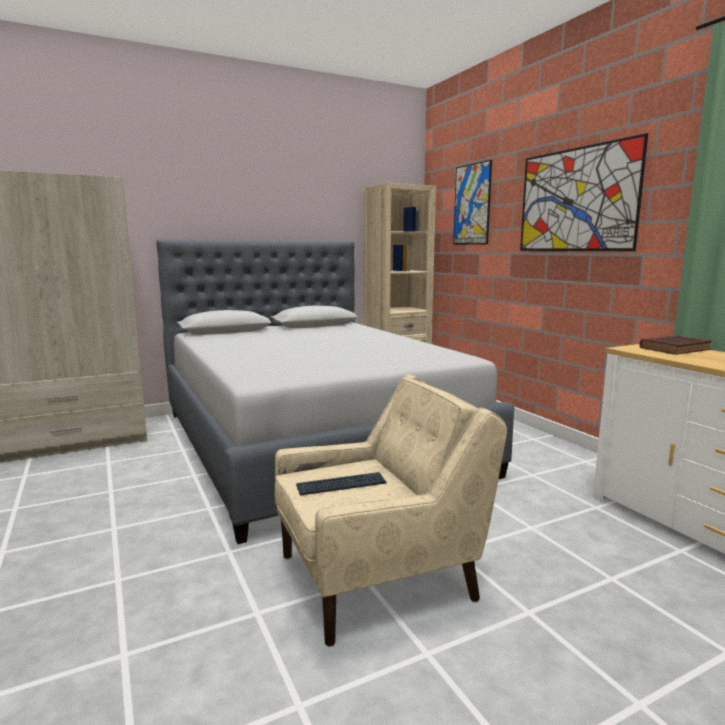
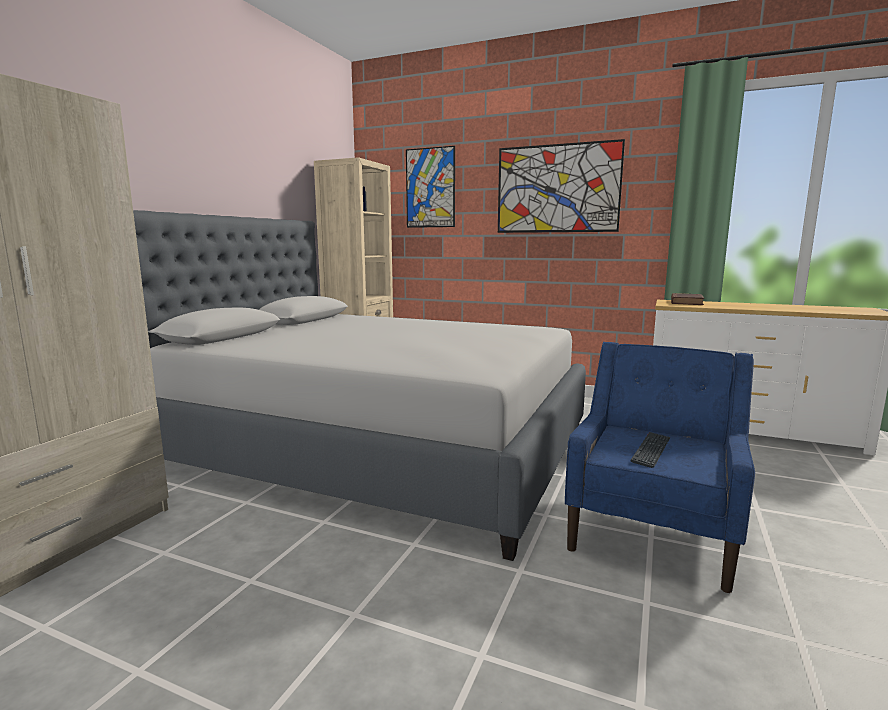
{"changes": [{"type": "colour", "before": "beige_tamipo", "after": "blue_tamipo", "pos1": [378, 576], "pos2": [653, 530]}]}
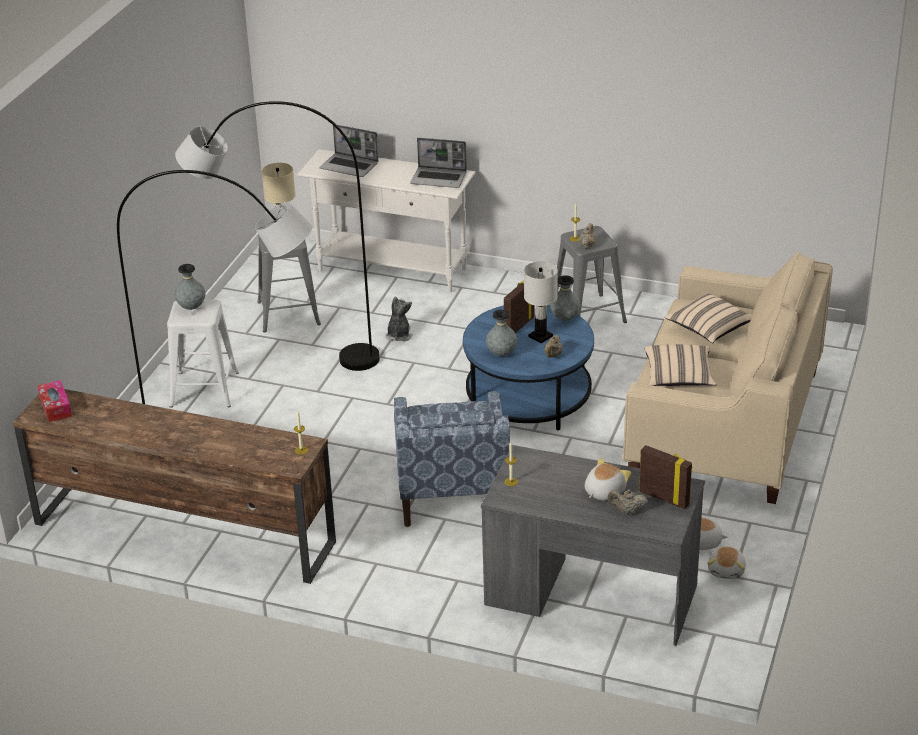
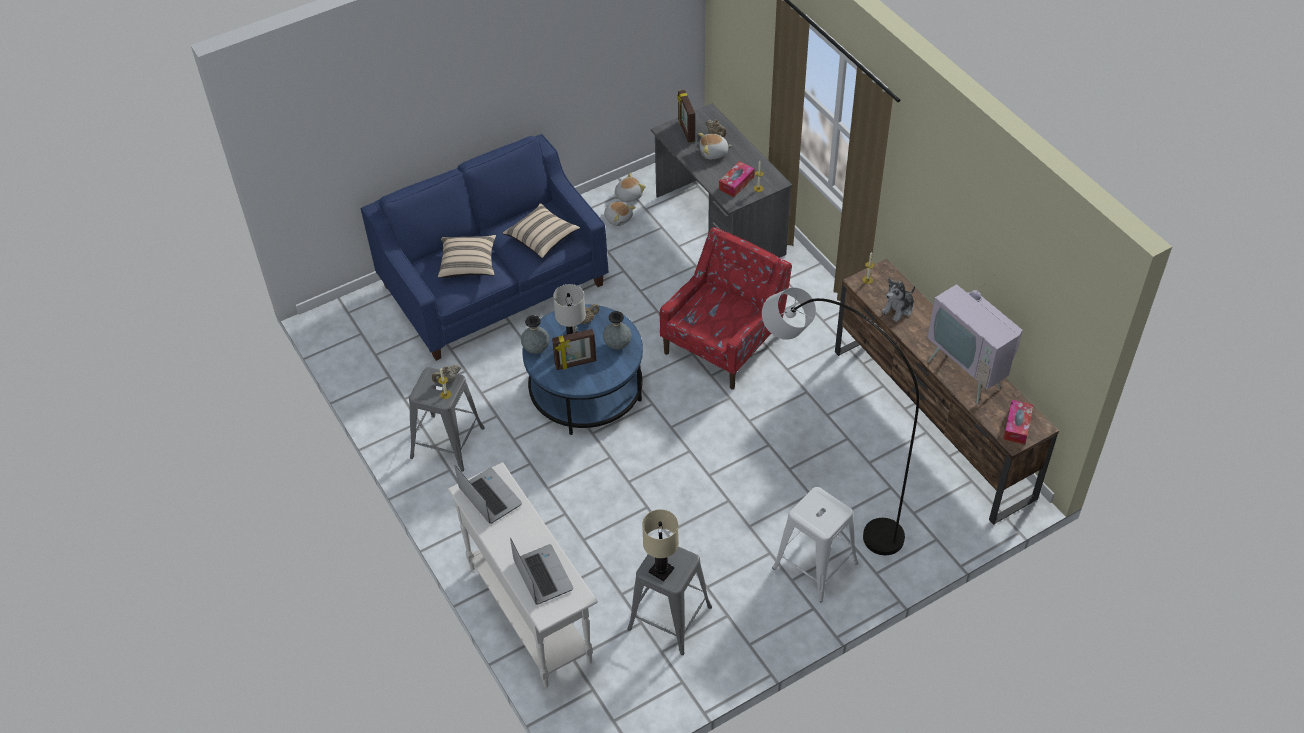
{"changes": [{"type": "colour", "before": "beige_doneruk", "after": "blue_doneruk", "pos1": [725, 423], "pos2": [493, 285]}, {"type": "colour", "before": "blue_tamipo", "after": "red_tamipo", "pos1": [452, 492], "pos2": [724, 343]}, {"type": "appeared", "after": "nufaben", "pos2": [736, 183]}, {"type": "relocated", "before": "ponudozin", "pos1": [399, 335], "pos2": [898, 309]}, {"type": "appeared", "after": "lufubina", "pos2": [969, 371]}, {"type": "missing", "before": "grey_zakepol", "pos1": [191, 307]}, {"type": "missing", "before": "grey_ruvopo", "pos1": [285, 354]}]}
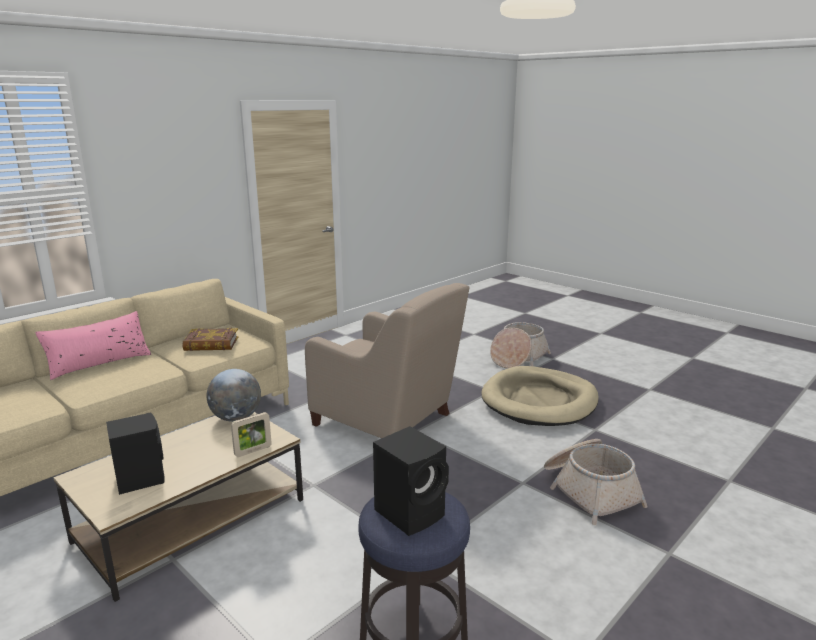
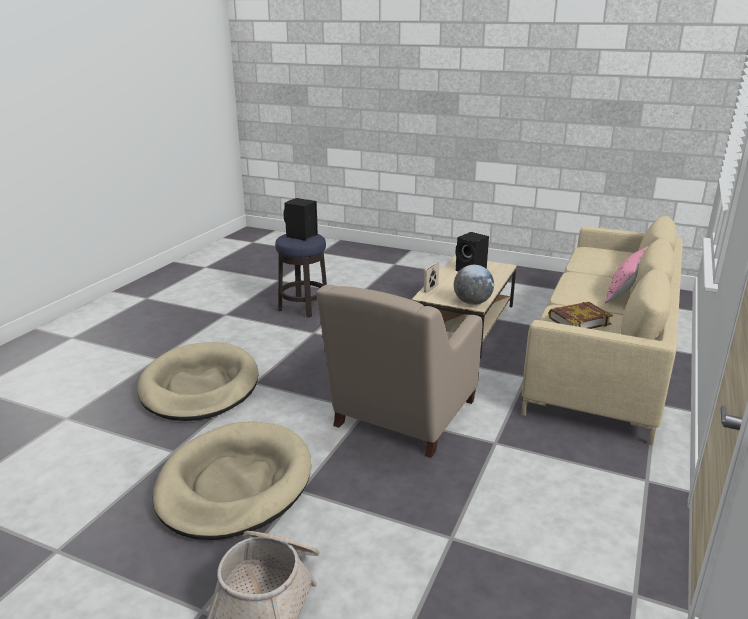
{"changes": [{"type": "exchanged", "before": "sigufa", "after": "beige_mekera", "pos1": [589, 491], "pos2": [200, 386]}, {"type": "spun", "before": "beige_tamipo", "pos1": [386, 421], "pos2": [402, 416], "turn": -75}]}
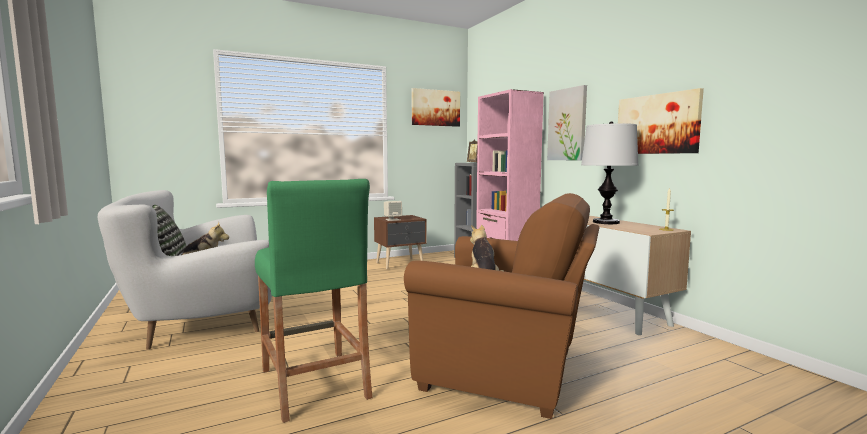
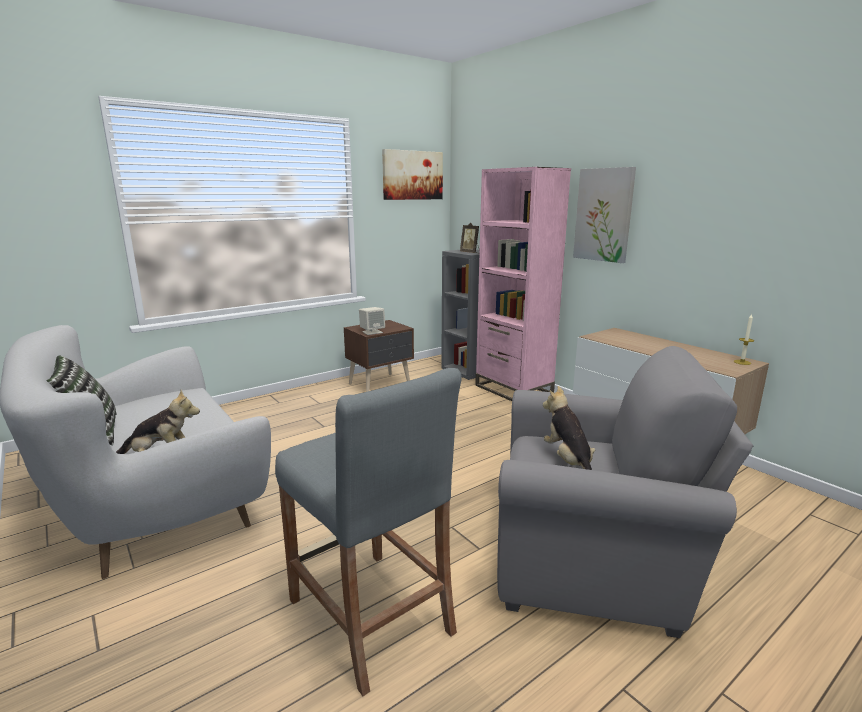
{"changes": [{"type": "colour", "before": "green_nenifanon", "after": "grey_nenifanon", "pos1": [314, 383], "pos2": [370, 615]}, {"type": "colour", "before": "brown_tamipo", "after": "grey_tamipo", "pos1": [507, 371], "pos2": [594, 562]}, {"type": "missing", "before": "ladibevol", "pos1": [605, 222]}, {"type": "missing", "before": "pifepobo", "pos1": [657, 124]}]}
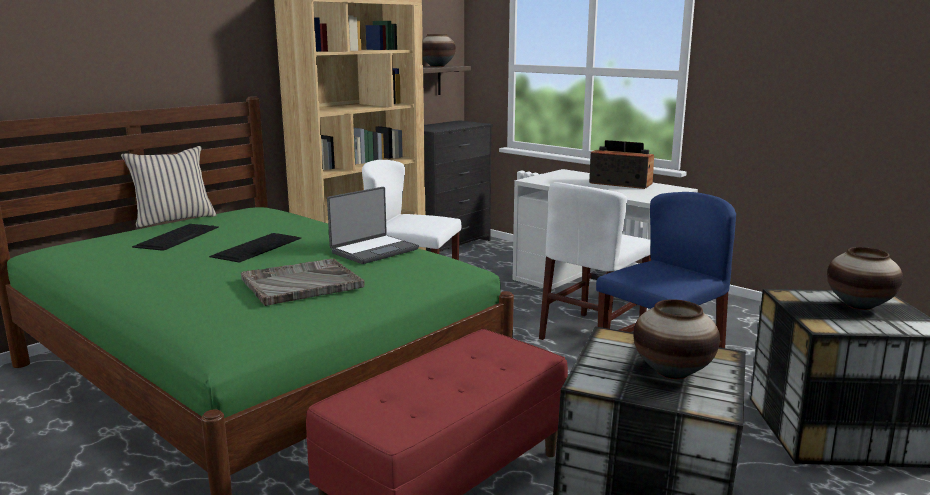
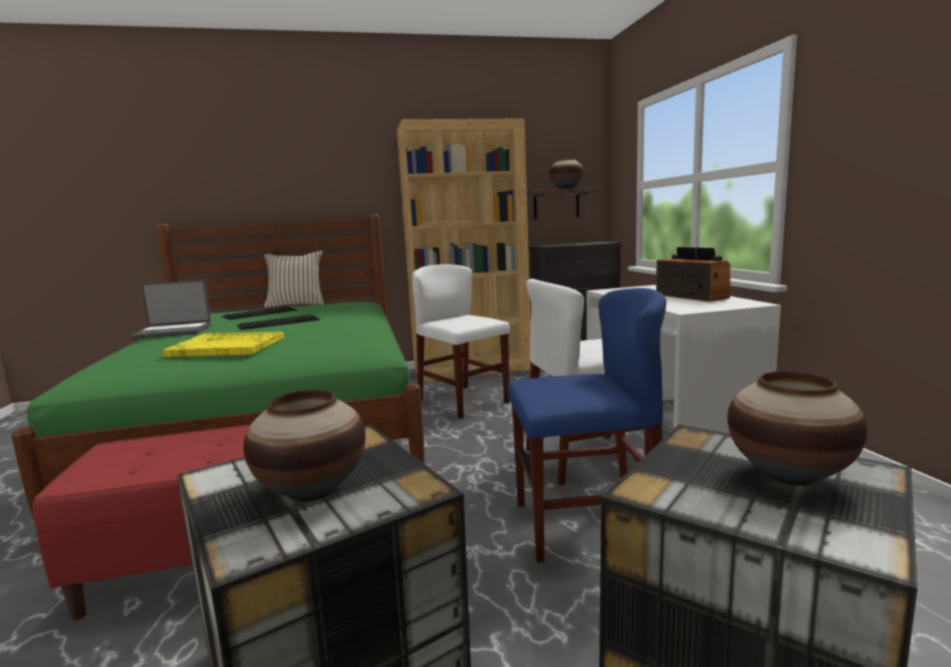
{"changes": [{"type": "relocated", "before": "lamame", "pos1": [373, 250], "pos2": [173, 331]}, {"type": "colour", "before": "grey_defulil", "after": "yellow_defulil", "pos1": [301, 284], "pos2": [226, 347]}]}
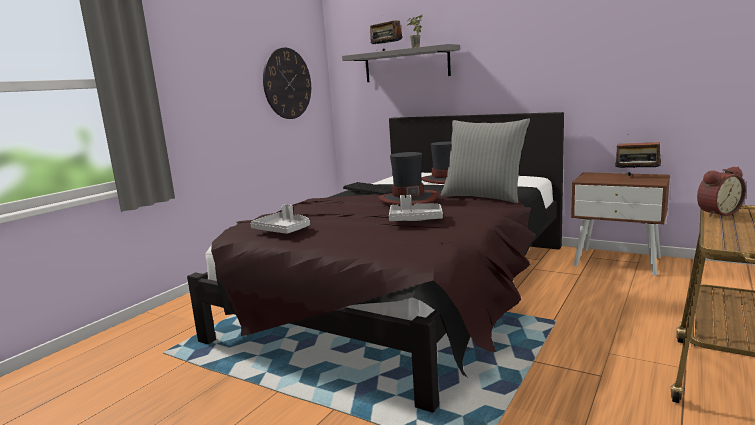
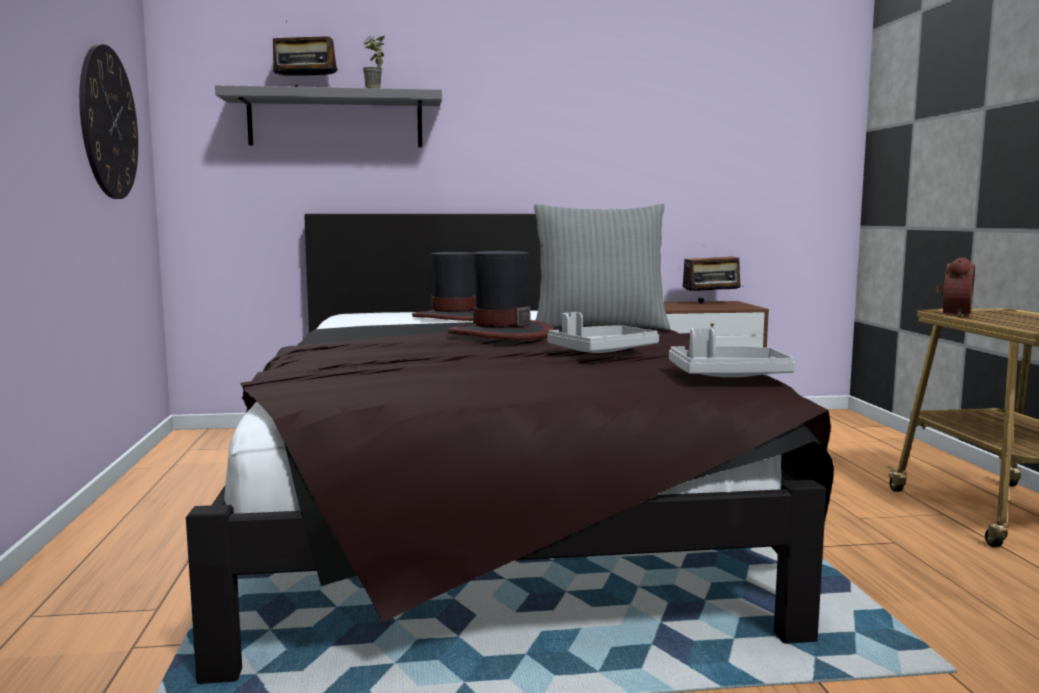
{"changes": [{"type": "relocated", "before": "grey_defulil", "pos1": [283, 230], "pos2": [727, 376]}, {"type": "missing", "before": "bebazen", "pos1": [372, 190]}]}
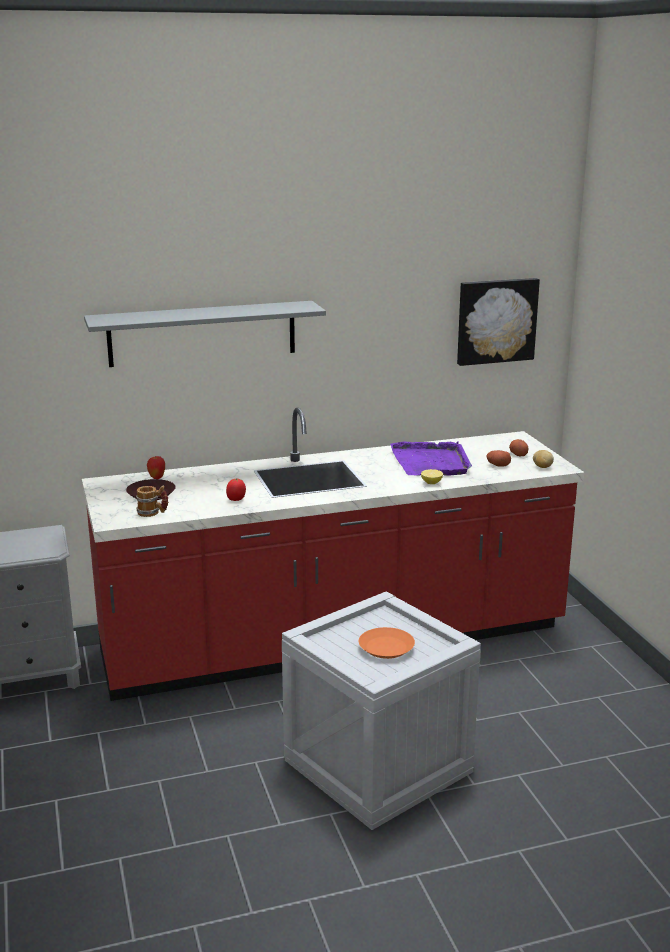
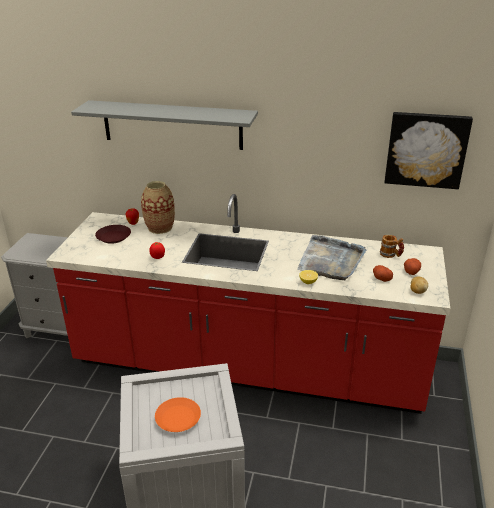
{"changes": [{"type": "appeared", "after": "zakepol", "pos2": [160, 228]}, {"type": "colour", "before": "purple_defulil", "after": "grey_defulil", "pos1": [431, 462], "pos2": [331, 260]}, {"type": "relocated", "before": "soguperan", "pos1": [152, 513], "pos2": [390, 255]}]}
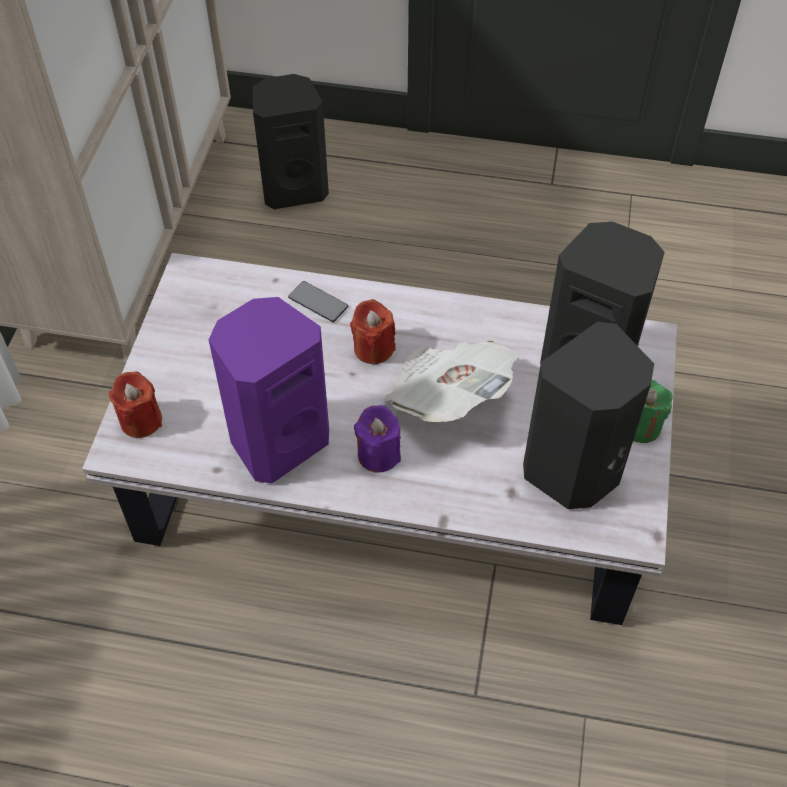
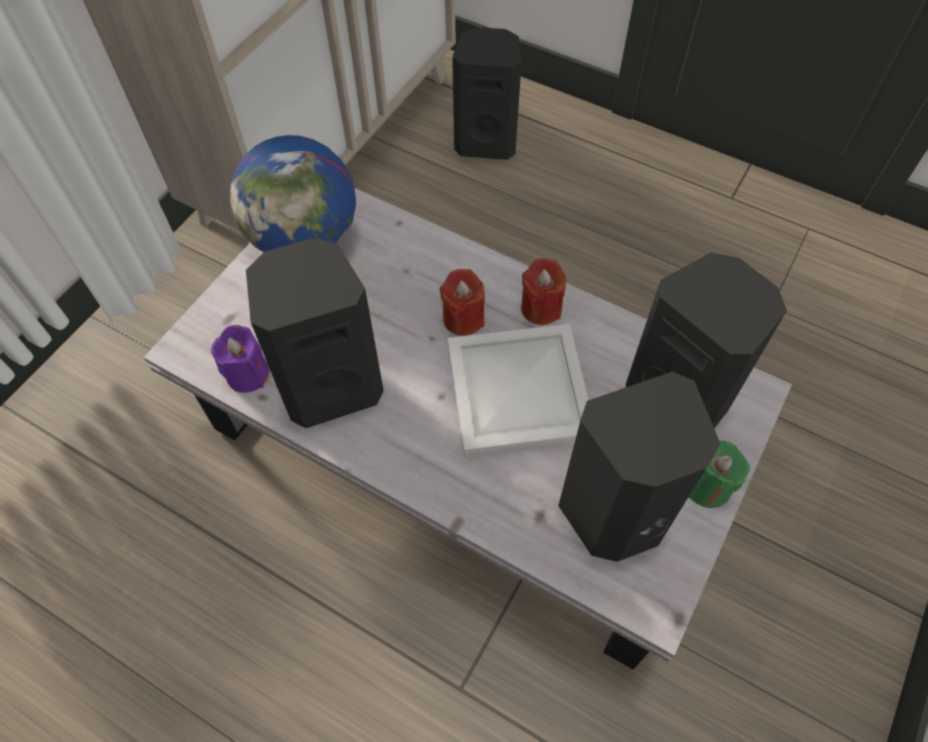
{"changes": [{"type": "relocated", "before": "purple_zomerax", "pos1": [378, 454], "pos2": [247, 374]}, {"type": "appeared", "after": "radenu", "pos2": [305, 239]}, {"type": "colour", "before": "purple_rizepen", "after": "black_rizepen", "pos1": [277, 441], "pos2": [331, 385]}, {"type": "exchanged", "before": "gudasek", "after": "white_defulil", "pos1": [447, 397], "pos2": [516, 391]}, {"type": "relocated", "before": "red_zomerax", "pos1": [141, 420], "pos2": [541, 308]}, {"type": "missing", "before": "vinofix", "pos1": [318, 302]}]}
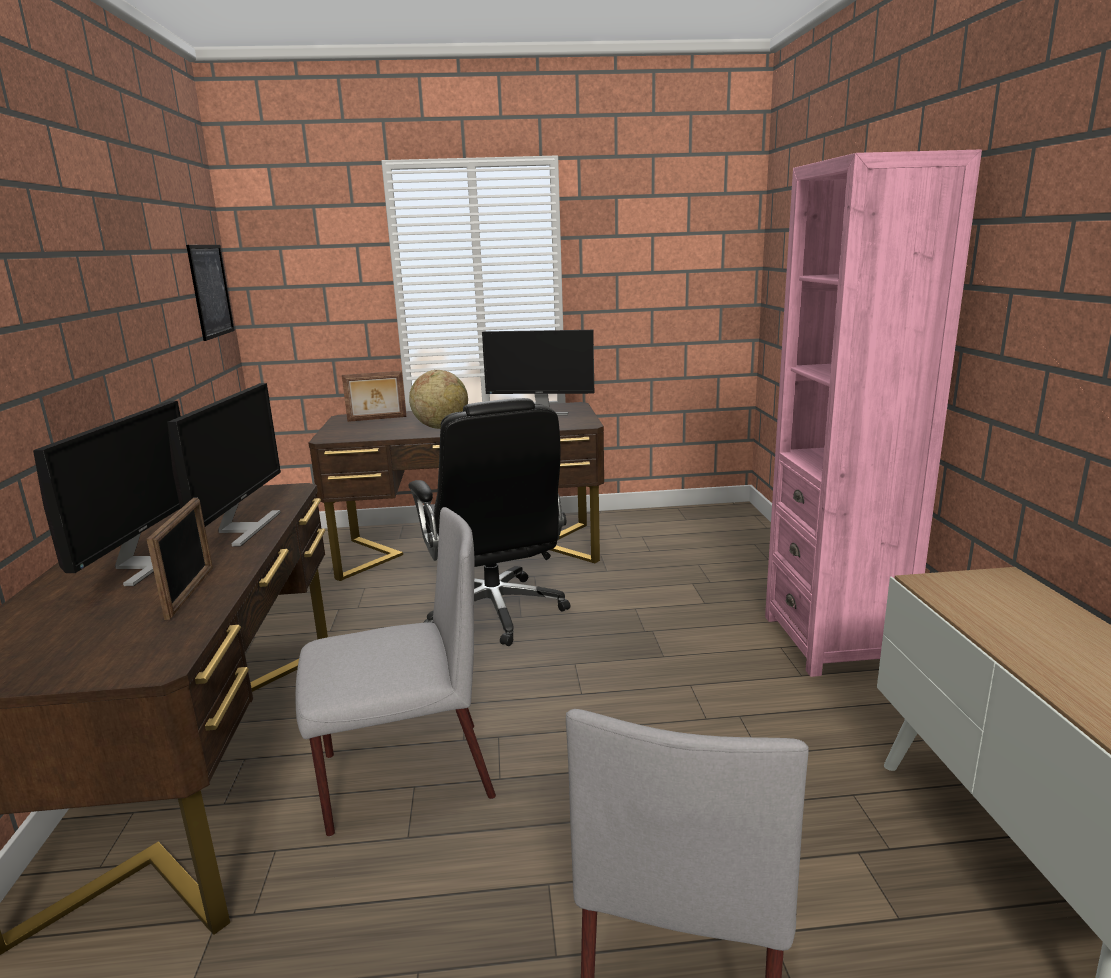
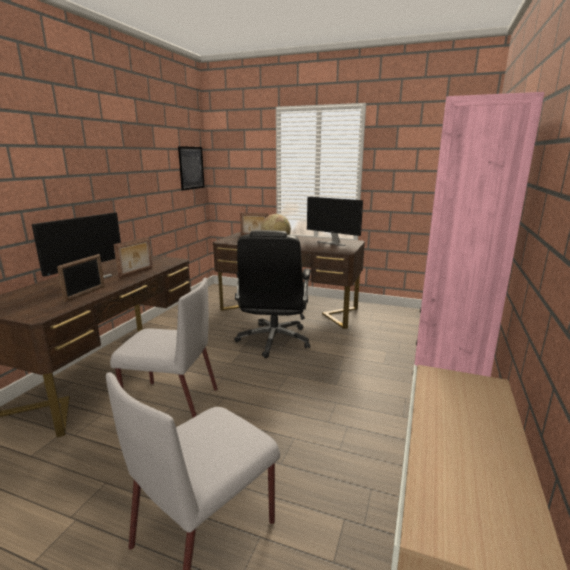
{"changes": [{"type": "exchanged", "before": "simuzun", "after": "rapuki", "pos1": [242, 529], "pos2": [136, 273]}]}
